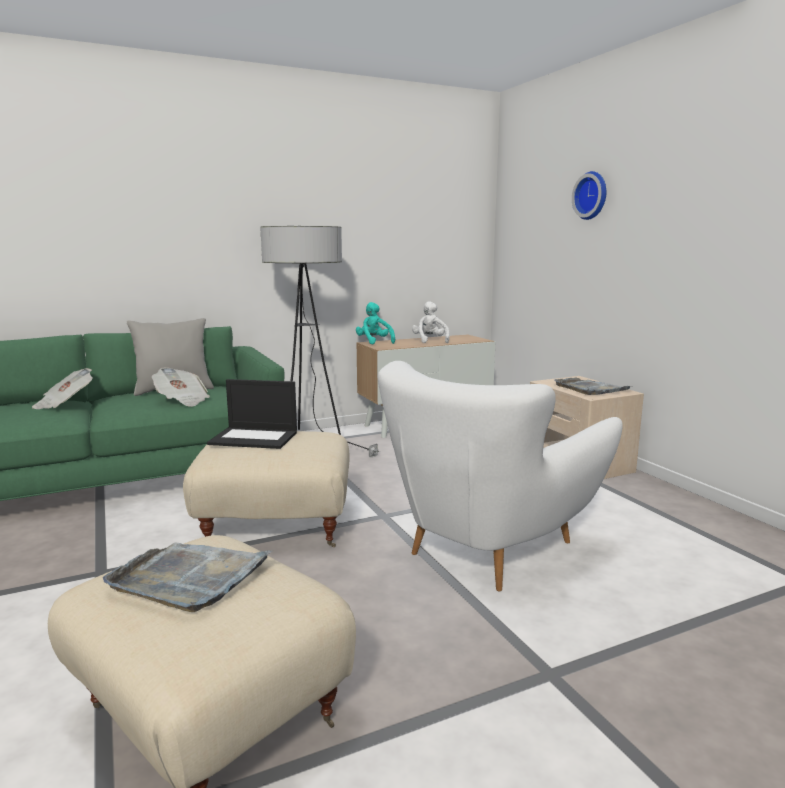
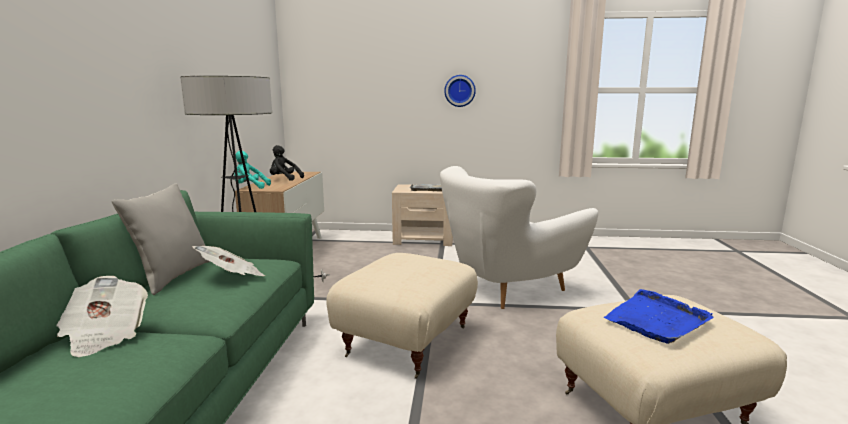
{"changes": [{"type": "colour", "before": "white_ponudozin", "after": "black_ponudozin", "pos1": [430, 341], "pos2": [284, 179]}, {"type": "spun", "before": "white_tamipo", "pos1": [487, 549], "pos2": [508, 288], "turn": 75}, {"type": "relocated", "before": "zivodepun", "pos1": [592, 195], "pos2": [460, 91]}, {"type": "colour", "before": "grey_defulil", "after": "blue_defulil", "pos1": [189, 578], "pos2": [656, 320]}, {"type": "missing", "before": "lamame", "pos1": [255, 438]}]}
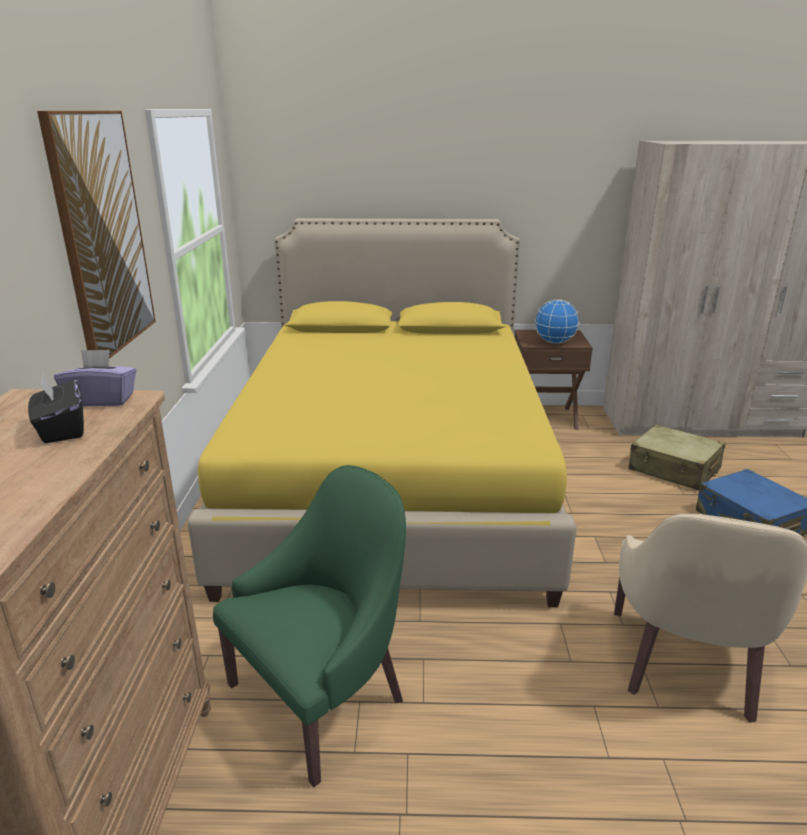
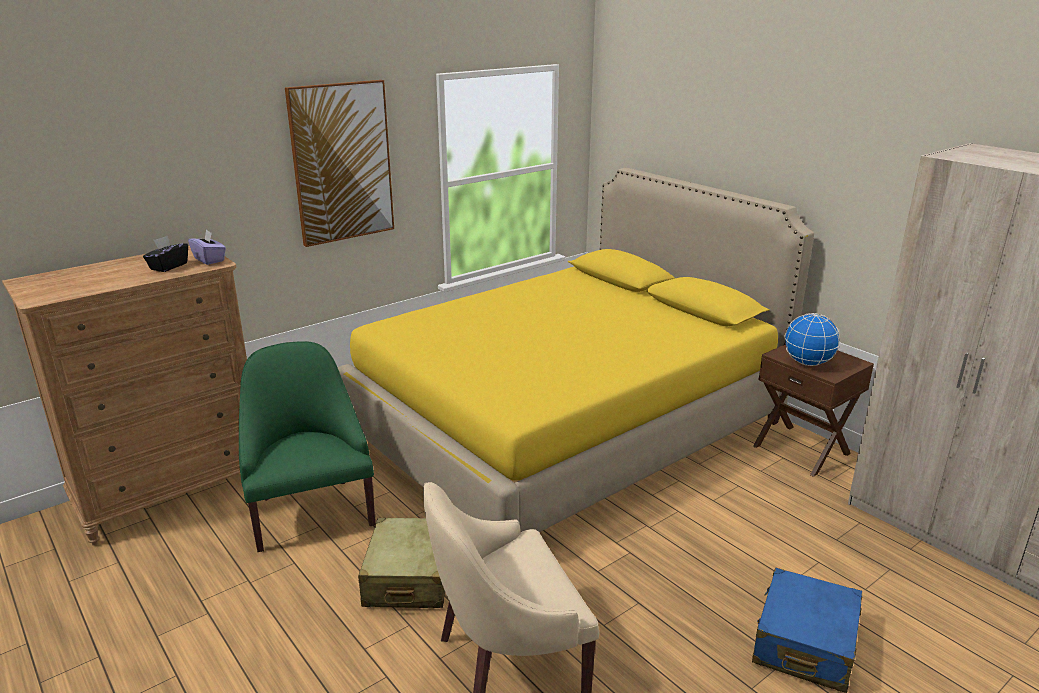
{"changes": [{"type": "spun", "before": "green_tamipo", "pos1": [322, 696], "pos2": [311, 511], "turn": -120}, {"type": "relocated", "before": "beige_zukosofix", "pos1": [674, 469], "pos2": [409, 577]}]}
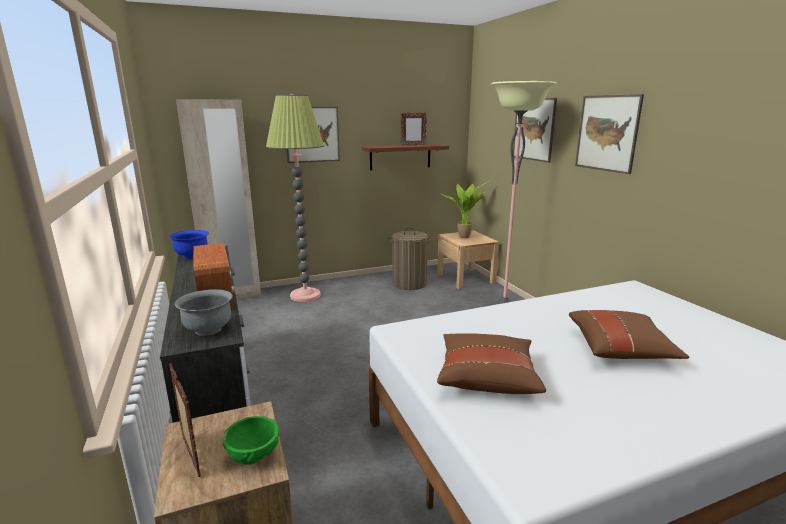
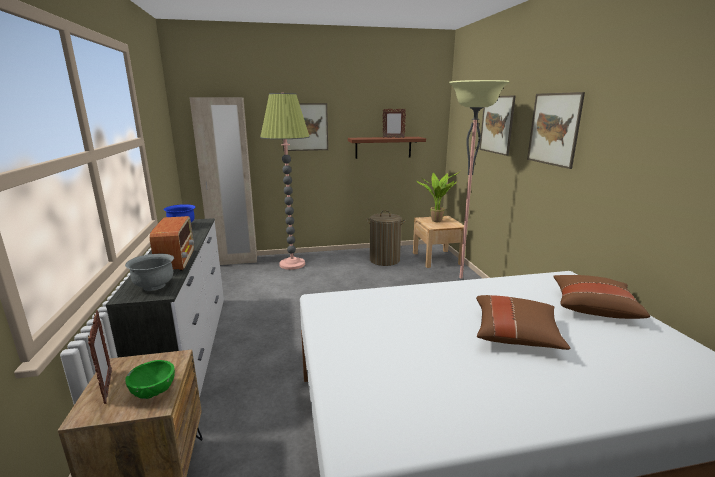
{"changes": [{"type": "relocated", "before": "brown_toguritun", "pos1": [487, 377], "pos2": [593, 307]}]}
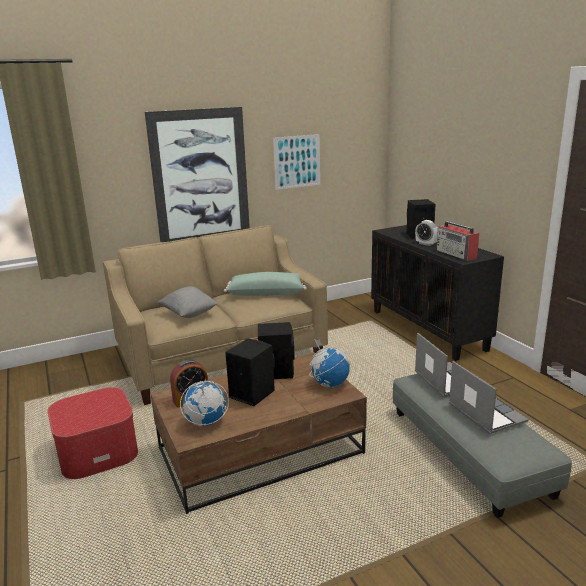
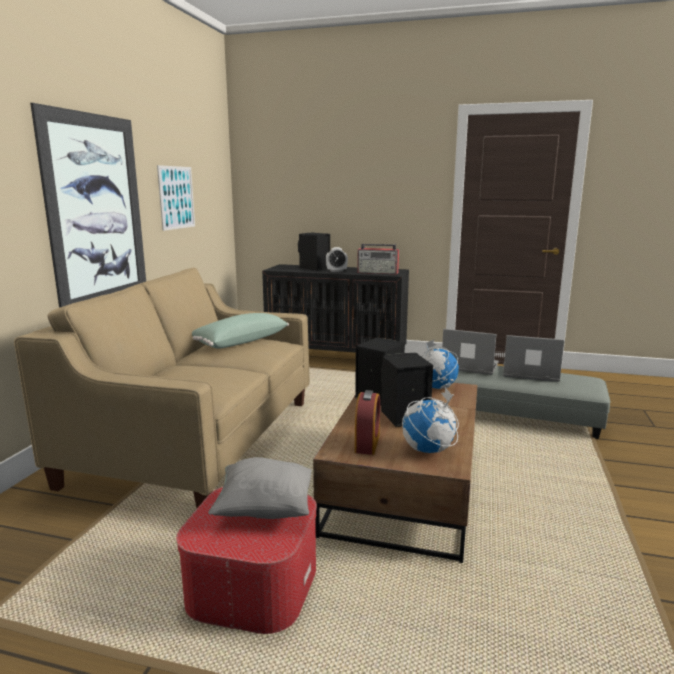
{"changes": [{"type": "relocated", "before": "grey_toguritun", "pos1": [188, 314], "pos2": [264, 510]}]}
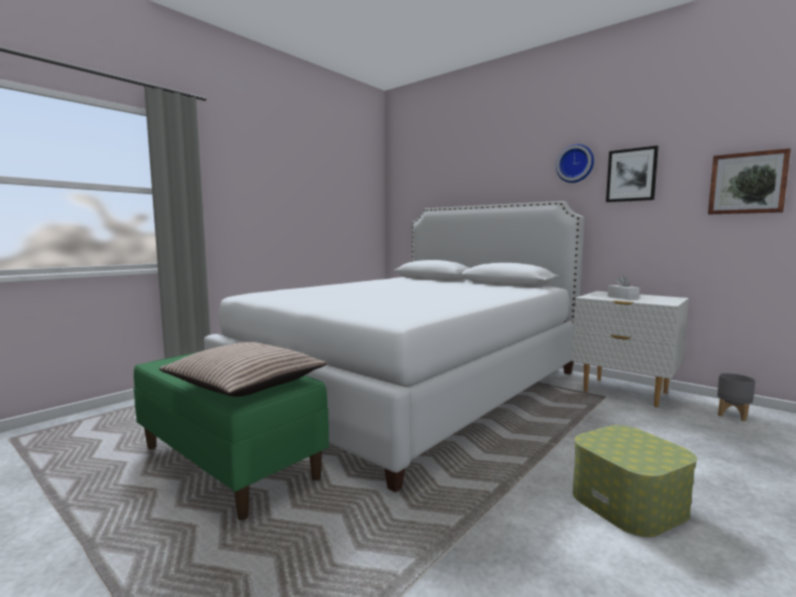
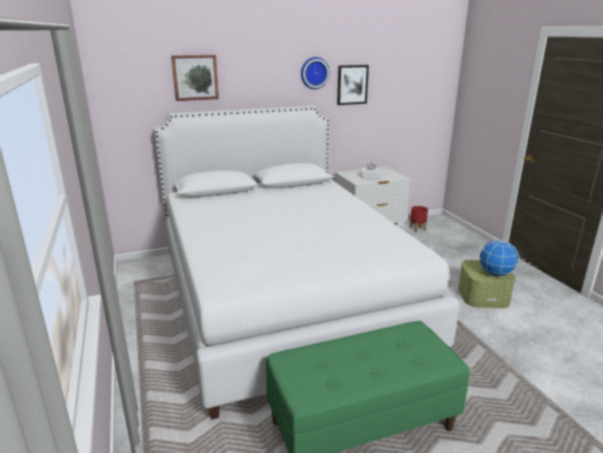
{"changes": [{"type": "relocated", "before": "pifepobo", "pos1": [747, 183], "pos2": [195, 77]}, {"type": "colour", "before": "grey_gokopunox", "after": "red_gokopunox", "pos1": [733, 415], "pos2": [417, 229]}, {"type": "appeared", "after": "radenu", "pos2": [495, 274]}, {"type": "missing", "before": "toguritun", "pos1": [246, 383]}]}
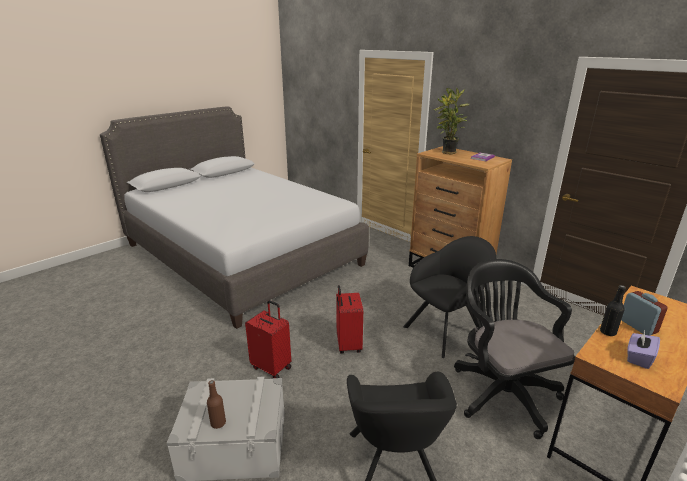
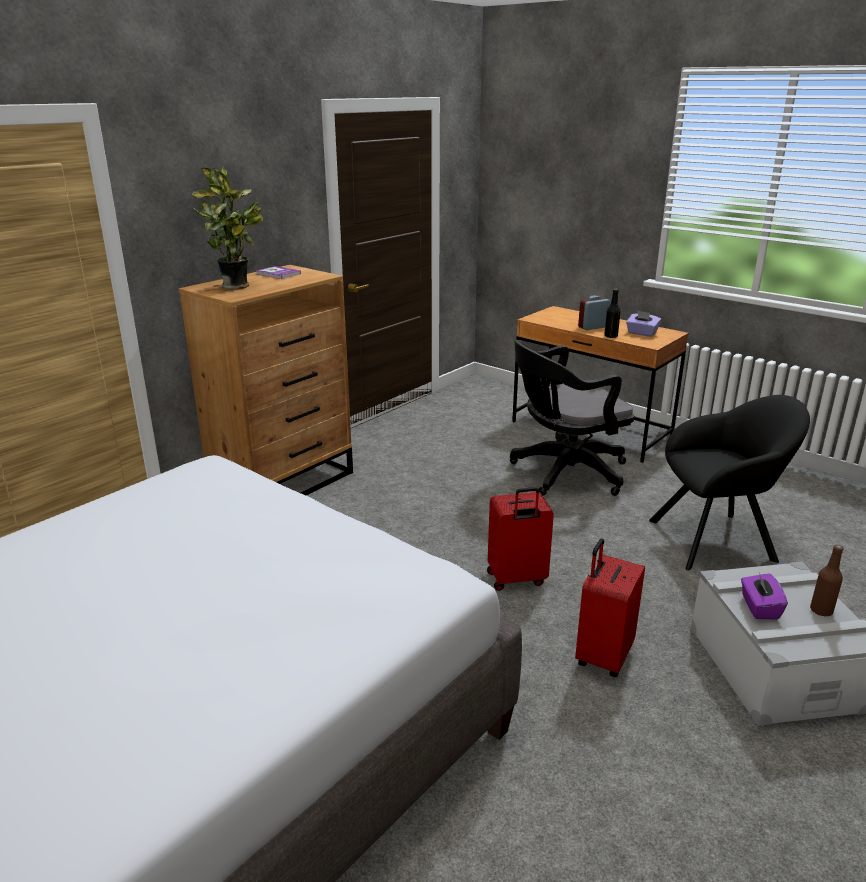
{"changes": [{"type": "appeared", "after": "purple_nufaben", "pos2": [759, 607]}, {"type": "missing", "before": "black_tamipo", "pos1": [447, 330]}]}
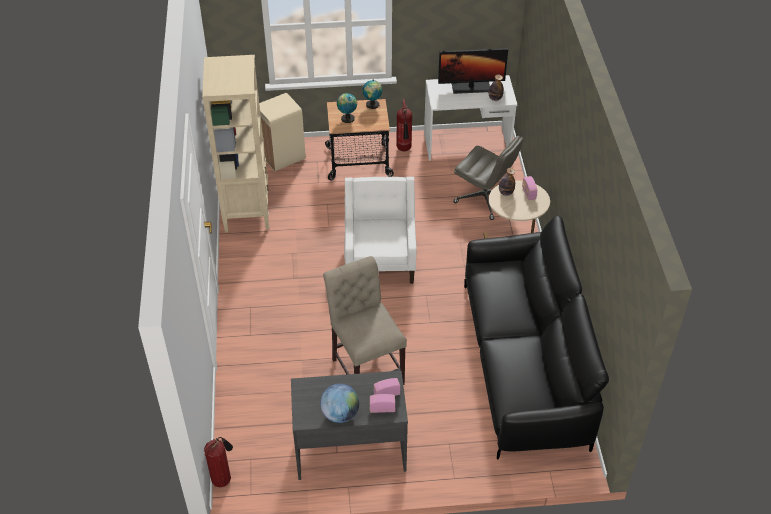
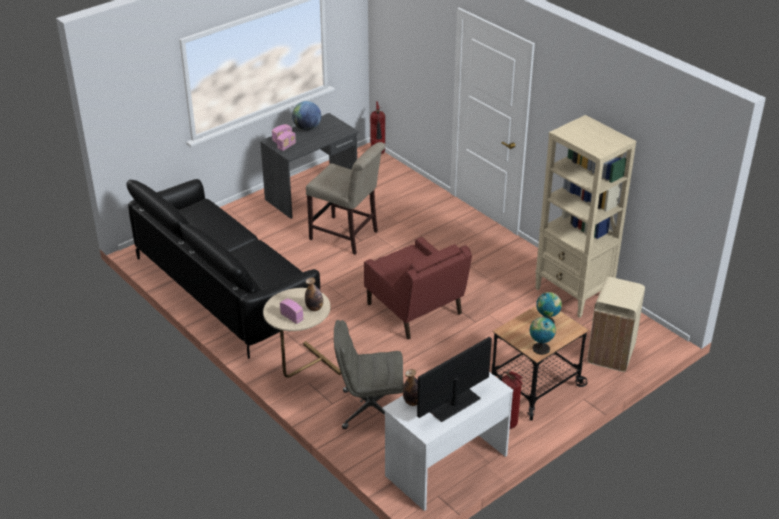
{"changes": [{"type": "colour", "before": "white_tamipo", "after": "red_tamipo", "pos1": [380, 258], "pos2": [415, 310]}]}
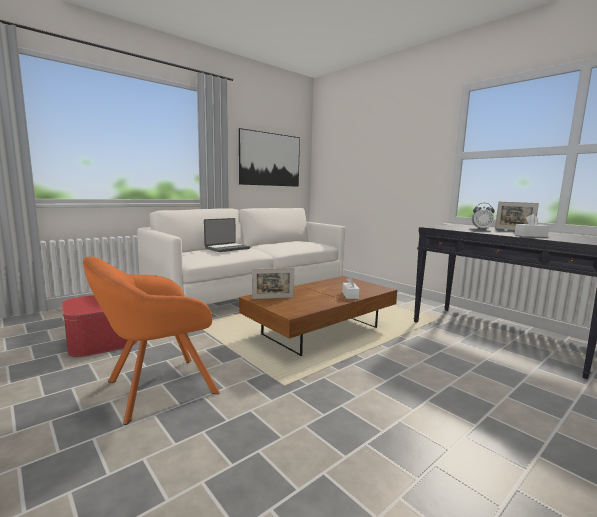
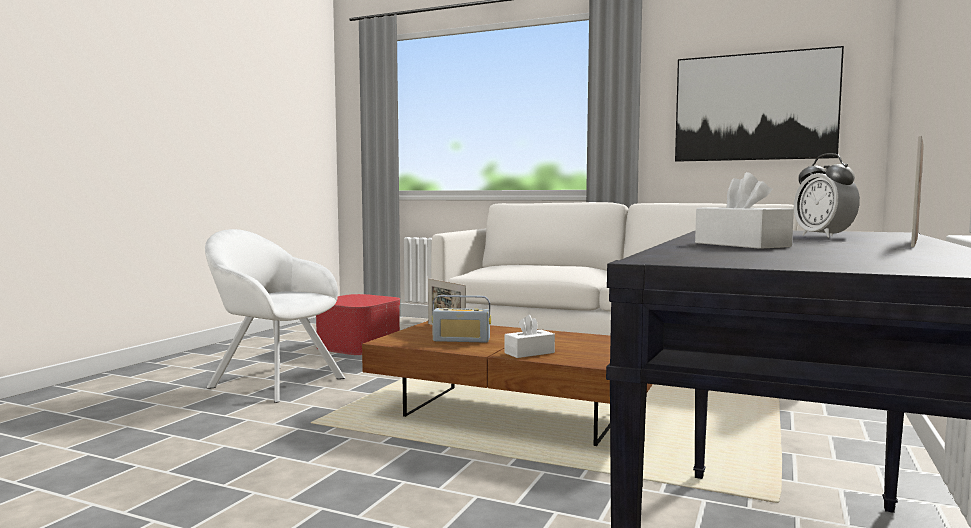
{"changes": [{"type": "colour", "before": "orange_tamipo", "after": "white_tamipo", "pos1": [155, 388], "pos2": [272, 381]}, {"type": "appeared", "after": "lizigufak", "pos2": [461, 340]}, {"type": "missing", "before": "lamame", "pos1": [227, 248]}]}
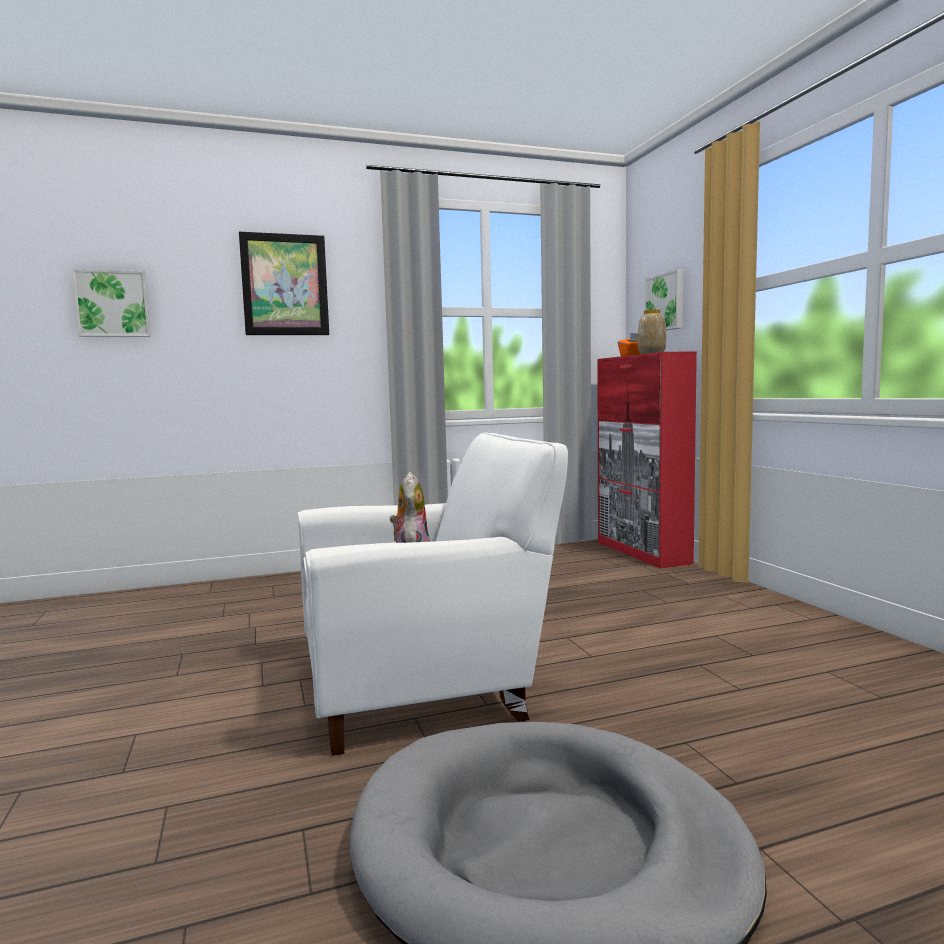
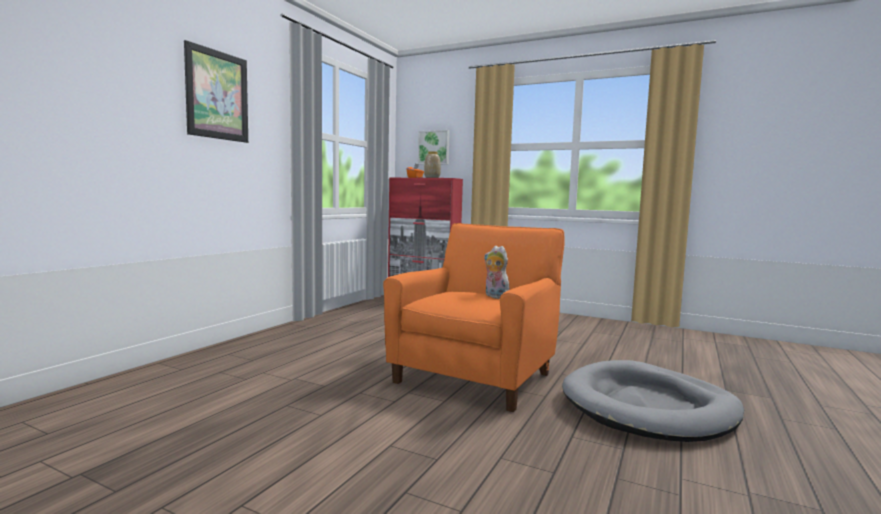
{"changes": [{"type": "colour", "before": "white_tamipo", "after": "orange_tamipo", "pos1": [426, 685], "pos2": [476, 375]}, {"type": "missing", "before": "pifepobo", "pos1": [113, 304]}]}
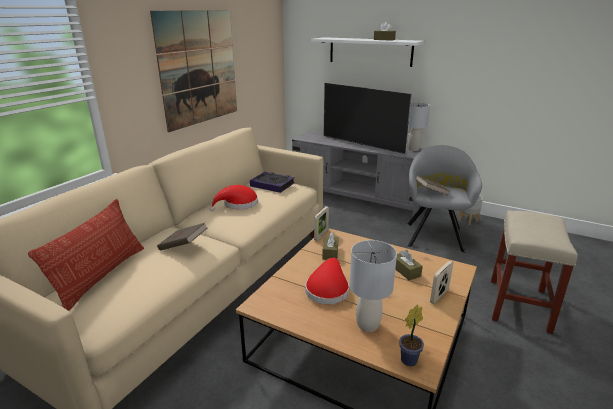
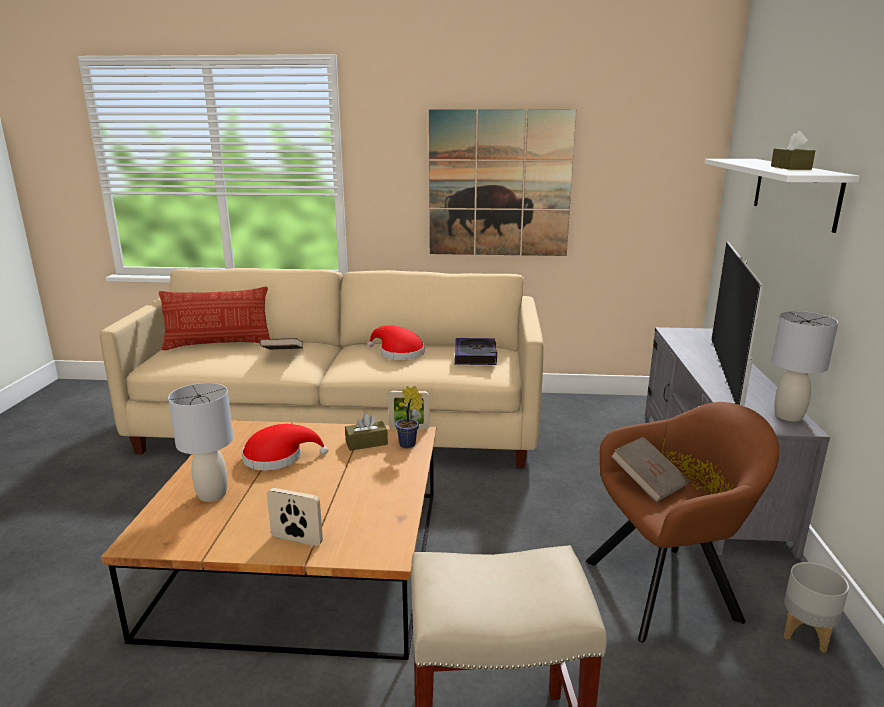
{"changes": [{"type": "relocated", "before": "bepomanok", "pos1": [410, 359], "pos2": [409, 445]}, {"type": "colour", "before": "grey_tamipo", "after": "brown_tamipo", "pos1": [434, 235], "pos2": [669, 588]}, {"type": "missing", "before": "brown_nufaben", "pos1": [405, 271]}]}
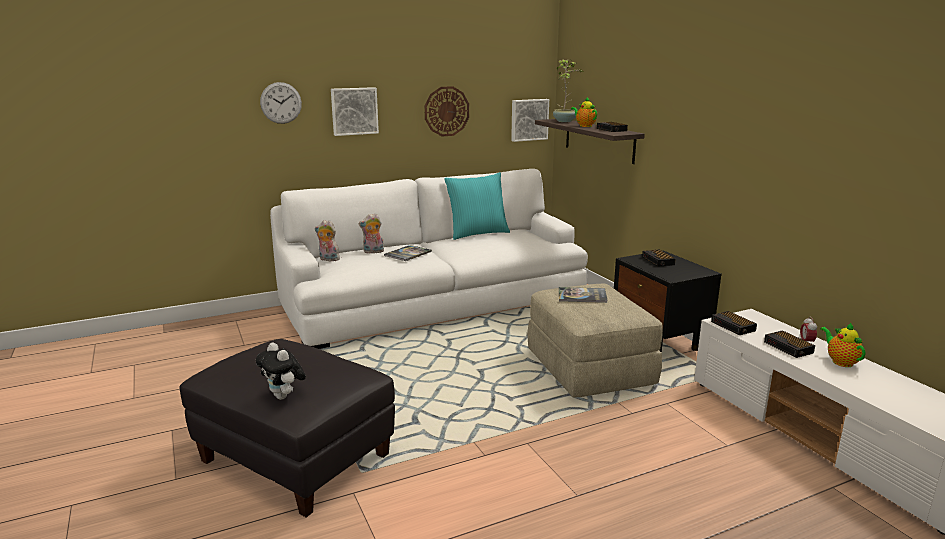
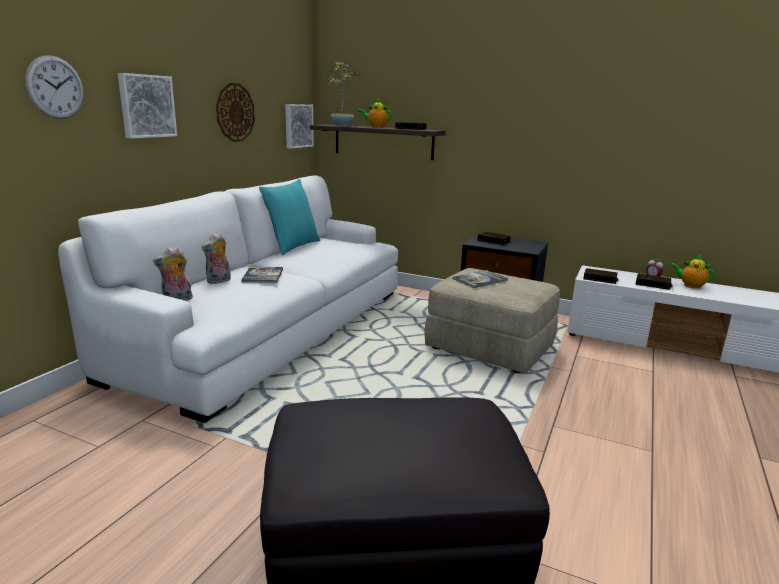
{"changes": [{"type": "missing", "before": "ponudozin", "pos1": [284, 396]}]}
